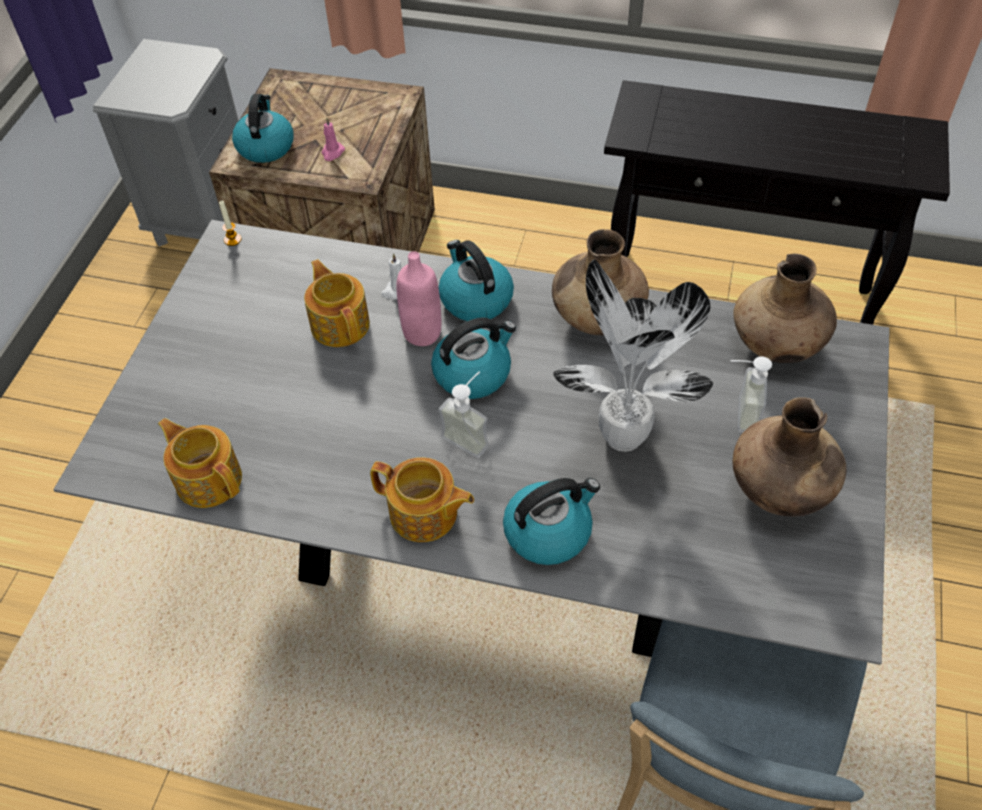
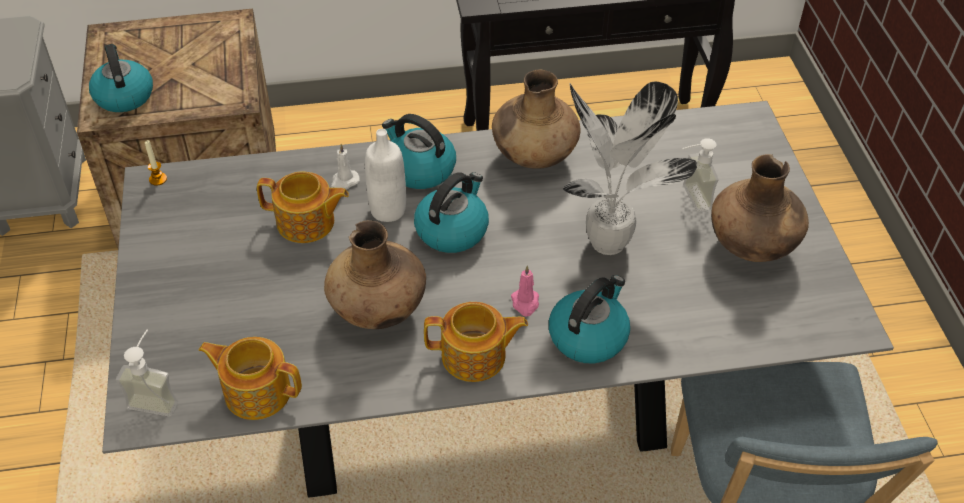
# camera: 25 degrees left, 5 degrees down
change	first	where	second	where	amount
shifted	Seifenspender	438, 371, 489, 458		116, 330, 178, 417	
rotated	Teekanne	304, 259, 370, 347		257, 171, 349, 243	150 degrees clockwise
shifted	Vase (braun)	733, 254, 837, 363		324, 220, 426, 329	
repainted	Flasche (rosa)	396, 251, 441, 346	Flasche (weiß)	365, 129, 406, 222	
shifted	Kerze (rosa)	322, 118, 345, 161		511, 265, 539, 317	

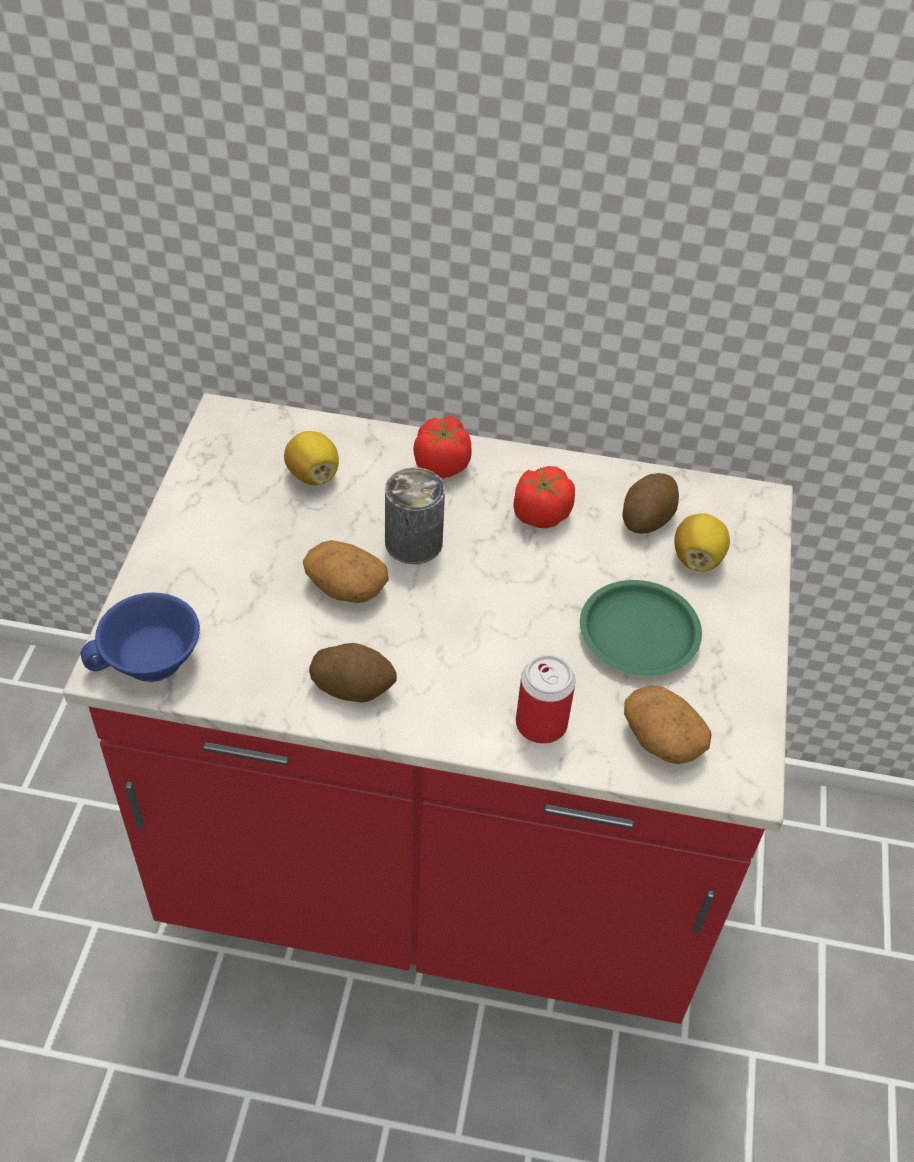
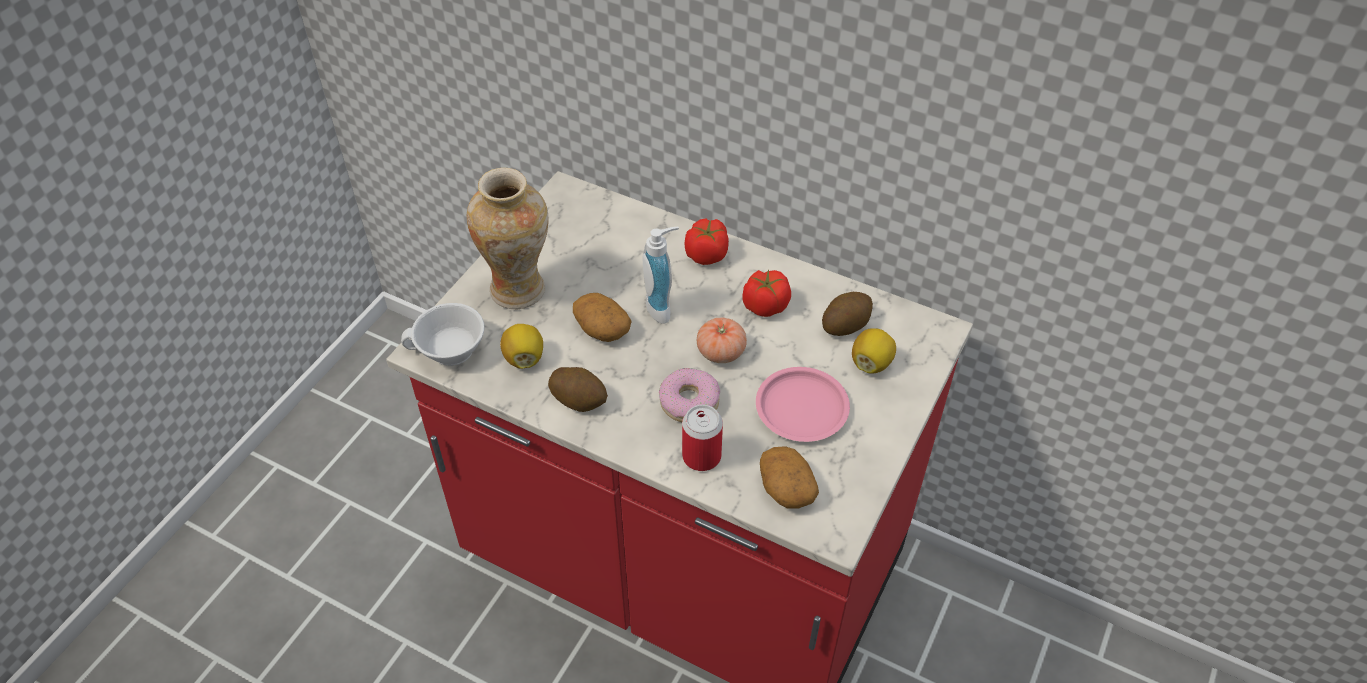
# camera: 20 degrees right, 0 degrees up
change	first	where	second	where	amount
repainted	Tasse (blau)	81, 592, 200, 682	Tasse (weiß)	401, 303, 485, 366	
new			Vase	467, 168, 549, 309	
shifted	Zitrone	284, 431, 339, 485		500, 324, 543, 369	
swapped	Dose	385, 467, 445, 564	Seifenspender	643, 227, 679, 324	
new			Donut	659, 368, 720, 422	
new			Tomate	697, 318, 747, 363	
repainted	Teller (grün)	580, 580, 702, 676	Teller (rosa)	756, 367, 850, 442	

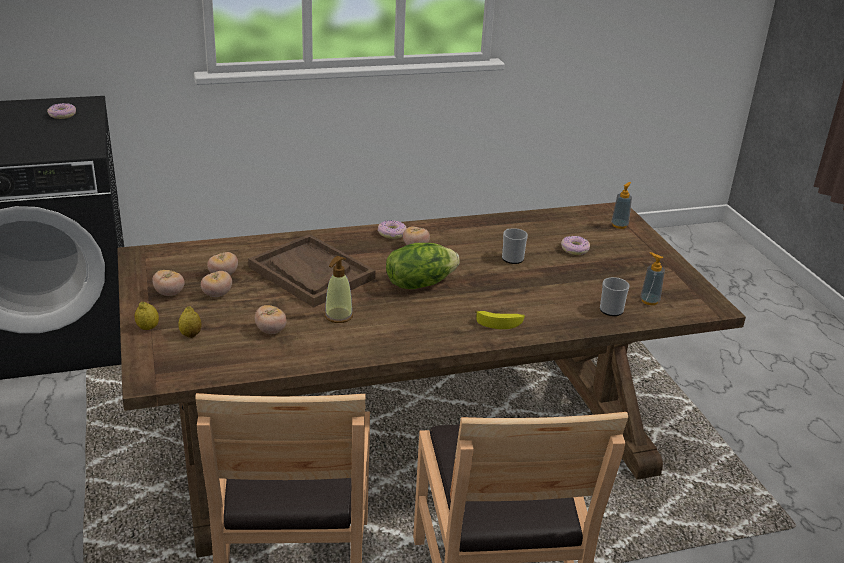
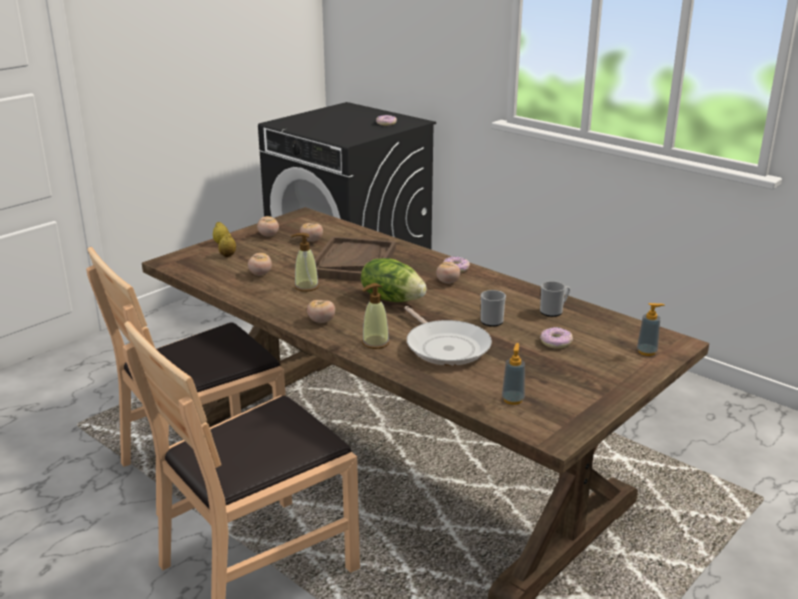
# camera: 60 degrees right, 5 degrees down
change	first	where	second	where	amount
shifted	Tomate	201, 271, 232, 297		307, 300, 335, 323	
swapped	Banane	475, 310, 525, 329	Seifenspender	362, 283, 390, 349	
new			Pfanne	404, 306, 492, 366	
shifted	Henkelbecher	600, 277, 630, 316		540, 281, 570, 317	

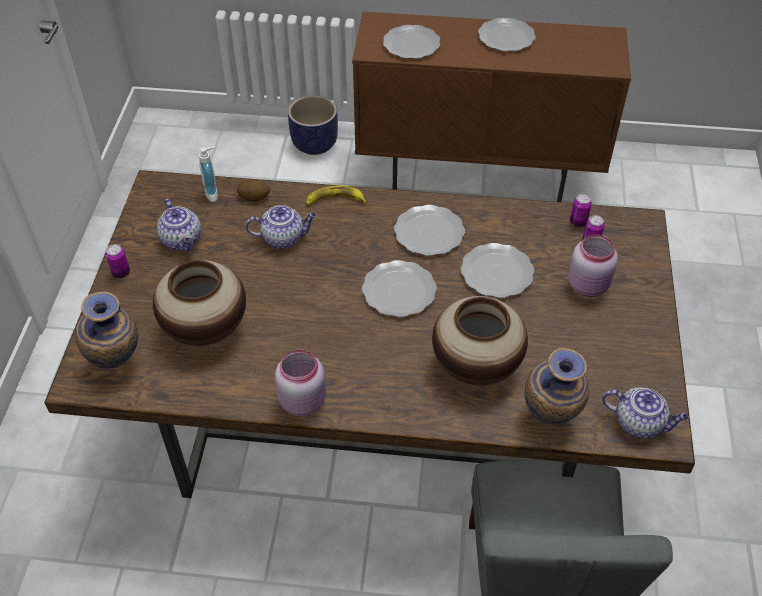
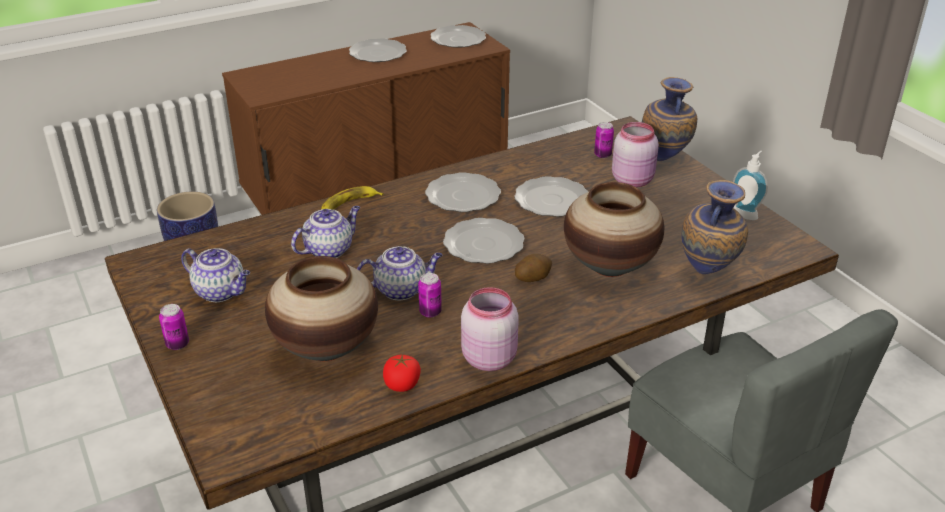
# camera: 35 degrees left, 15 degrees down
change	first	where	second	where	amount
shifted	Teekanne	602, 388, 689, 439		357, 246, 443, 300	
new			Tomate	383, 353, 421, 392	
shifted	Dose	570, 194, 592, 227		418, 273, 442, 318	
shifted	Teller	383, 25, 440, 59		430, 25, 486, 48	
shifted	Kartoffel	237, 179, 270, 201		515, 254, 552, 282	
shifted	Vase	75, 292, 138, 369		642, 77, 697, 161	
shifted	Seifenspender	199, 147, 218, 202		733, 151, 768, 220	

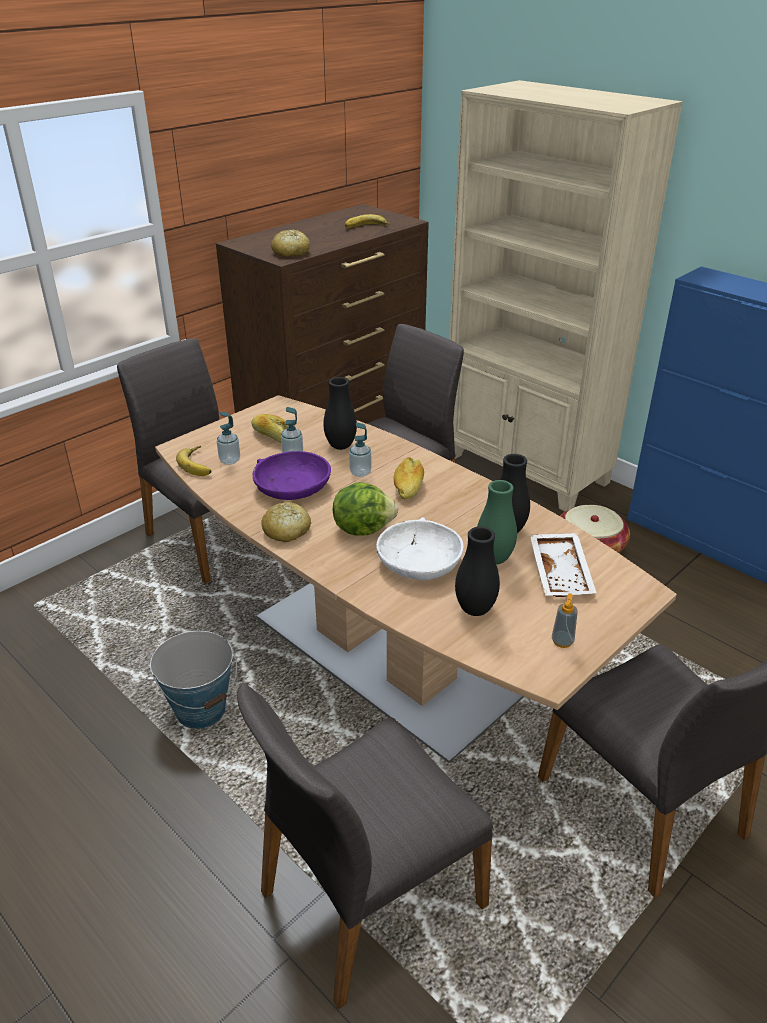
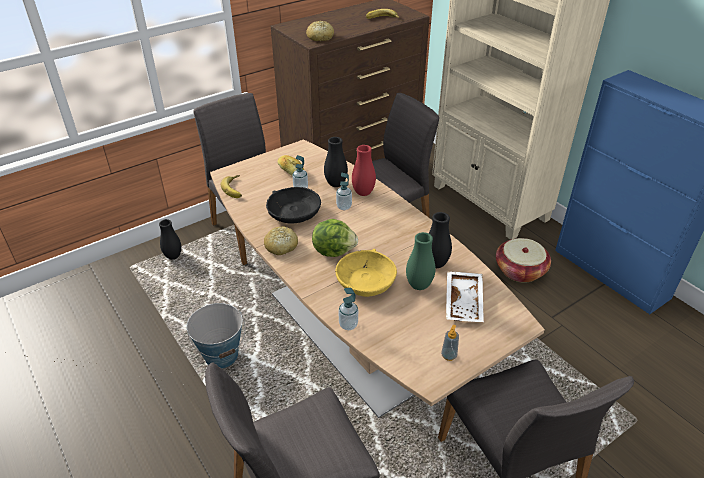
# camera: 10 degrees right, 5 degrees up
change	first	where	second	where	amount
shifted	Vase (schwarz)	455, 526, 500, 616		159, 219, 181, 260	
repainted	Schüssel (lila)	253, 451, 331, 500	Schüssel (schwarz)	266, 187, 321, 224	
repainted	Schüssel (weiß)	376, 517, 464, 581	Schüssel (gelb)	335, 249, 397, 297	
shifted	Seifenspender	217, 412, 240, 465		338, 288, 358, 330	
new			Vase (rot)	352, 145, 376, 196	
gone	Brot	394, 457, 424, 500			

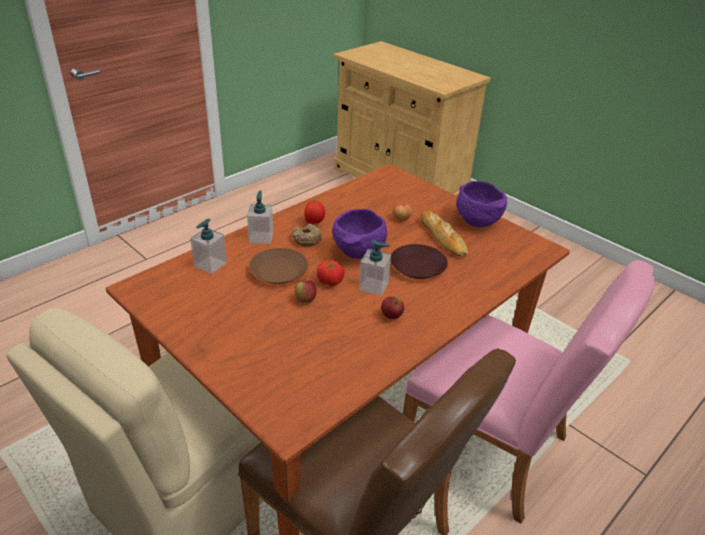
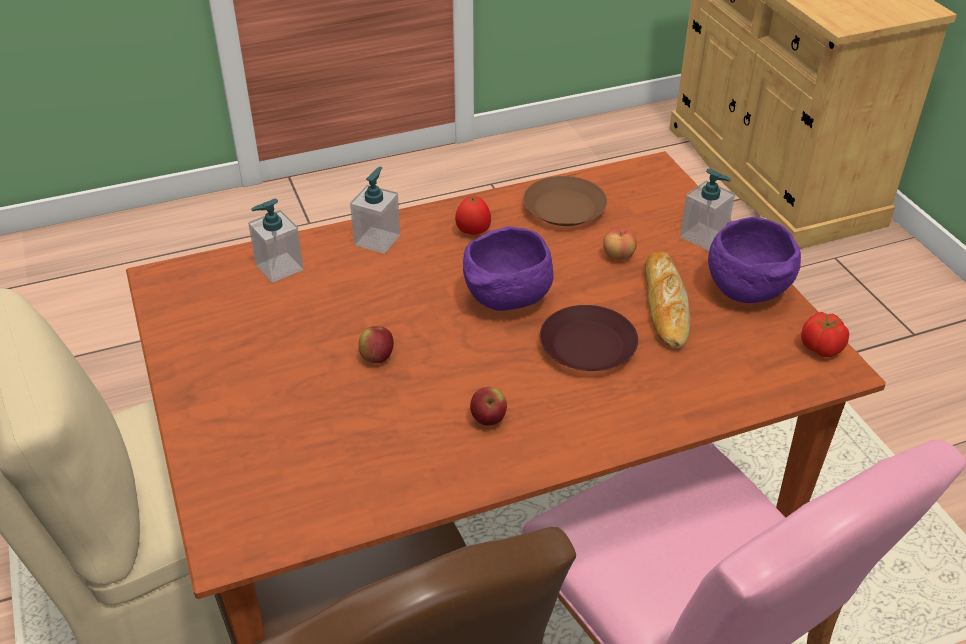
# camera: 25 degrees right, 5 degrees up
change	first	where	second	where	amount
shifted	Teller (braun)	249, 248, 308, 284		523, 176, 607, 226	
shifted	Seifenspender	359, 241, 391, 296		680, 168, 735, 251	
shifted	Tomate	317, 259, 344, 286		801, 312, 849, 357	
gone	Donut	292, 224, 322, 246			

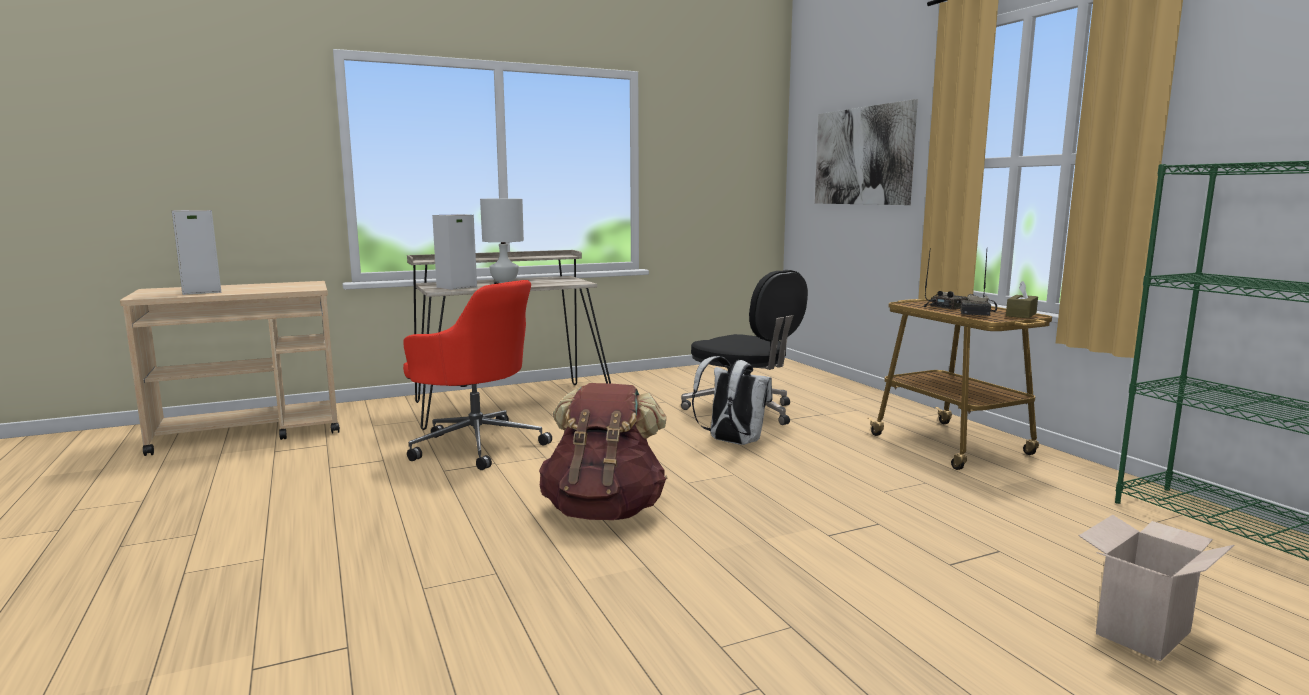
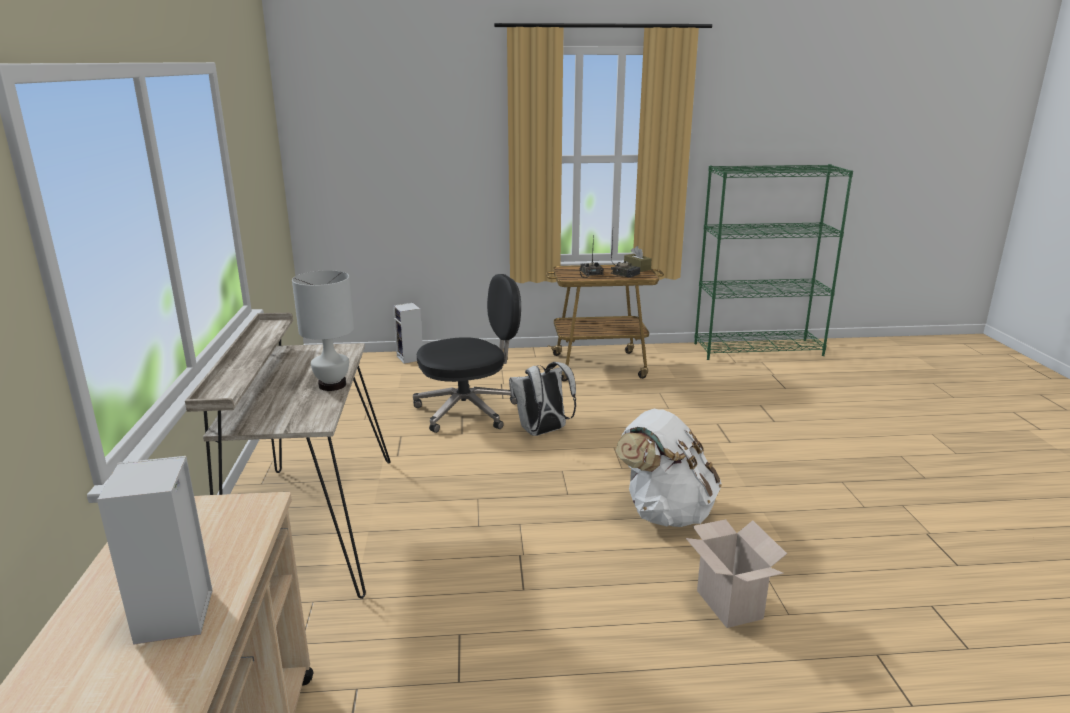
# camera: 70 degrees left, 10 degrees up
change	first	where	second	where	amount
shifted	Lautsprecher	432, 214, 477, 290		393, 303, 423, 364	
repainted	Rucksack (braun)	539, 383, 667, 520	Rucksack (weiß)	616, 409, 721, 527	
shifted	Karton	1079, 515, 1235, 662		686, 519, 787, 628	
gone	Bürostuhl (rot)	403, 280, 552, 470			
gone	Bild	815, 99, 918, 205			

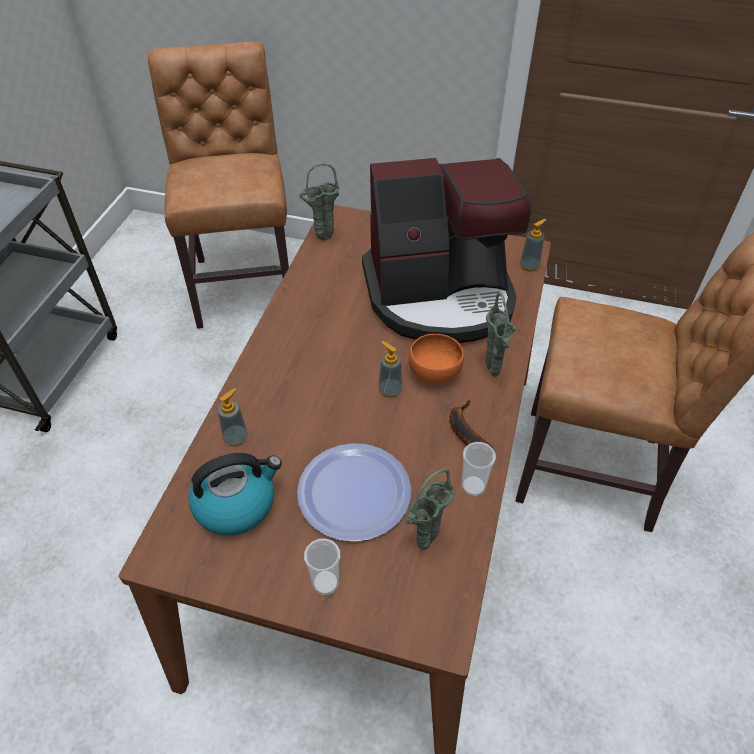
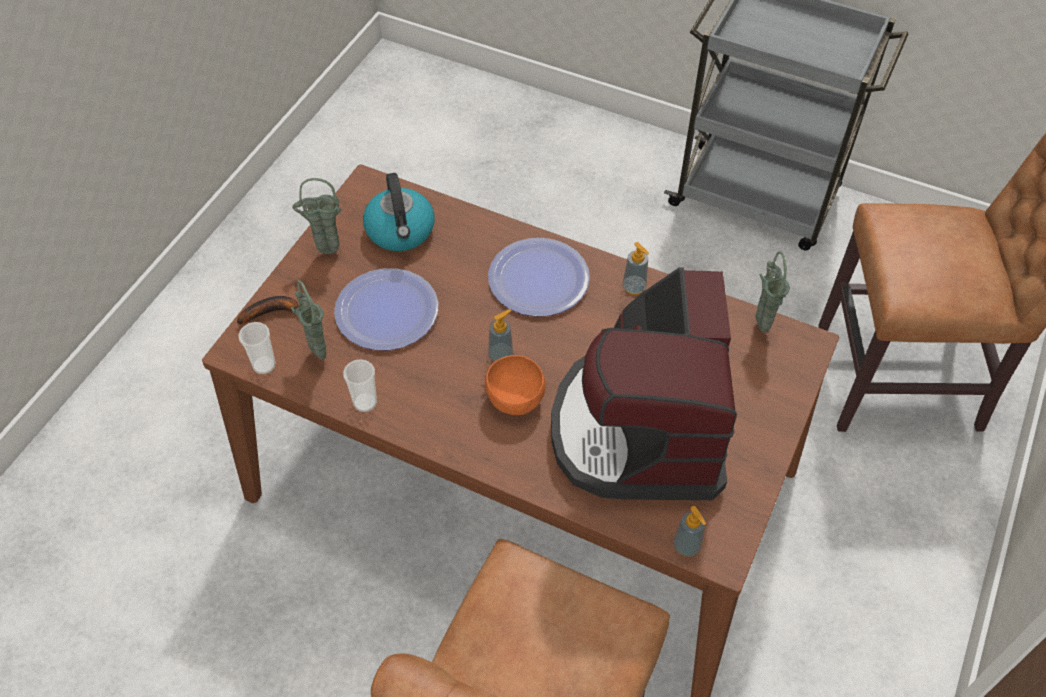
# camera: 100 degrees right, 5 degrees up
change	first	where	second	where	amount
shifted	Banane	450, 400, 494, 449		237, 296, 298, 324	
shifted	Tasse	304, 539, 340, 595		238, 322, 276, 374	
shifted	Vase (grün)	485, 292, 516, 377		292, 178, 342, 254	
new			Teller	488, 238, 590, 317	
shifted	Seifenspender	217, 388, 248, 446		622, 242, 649, 295	

